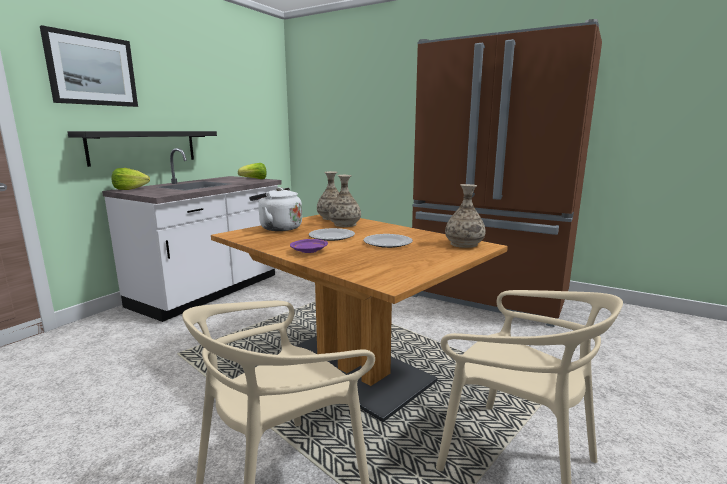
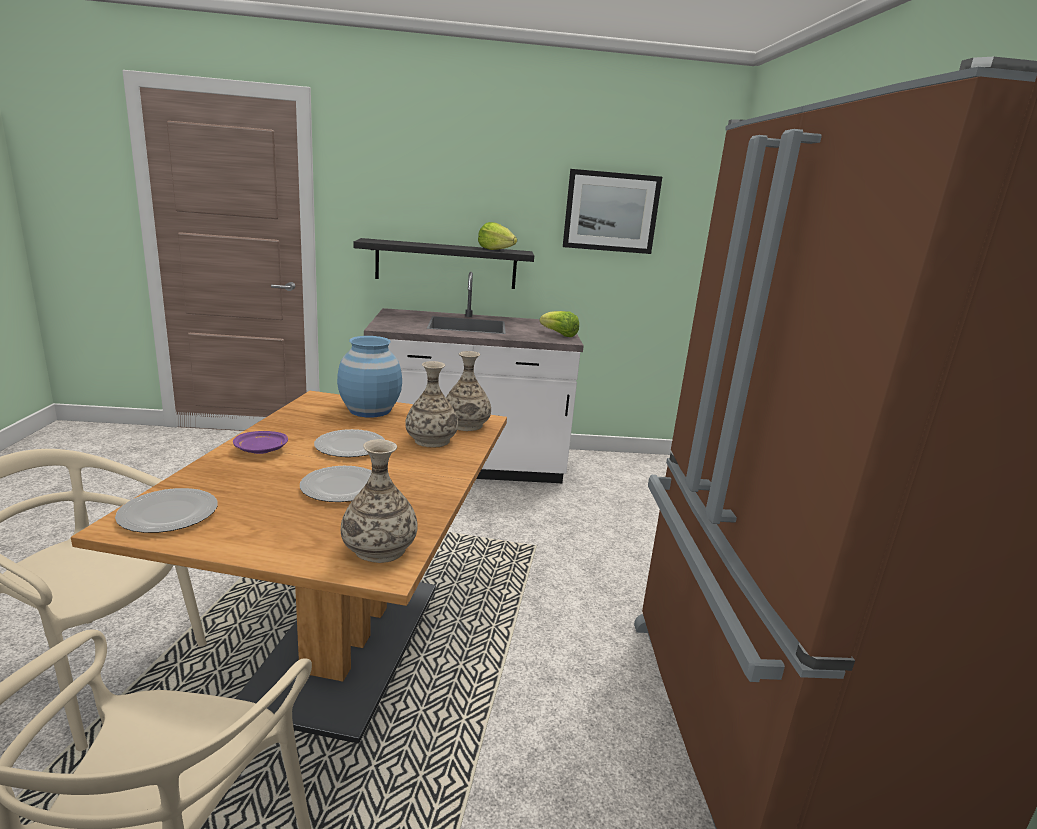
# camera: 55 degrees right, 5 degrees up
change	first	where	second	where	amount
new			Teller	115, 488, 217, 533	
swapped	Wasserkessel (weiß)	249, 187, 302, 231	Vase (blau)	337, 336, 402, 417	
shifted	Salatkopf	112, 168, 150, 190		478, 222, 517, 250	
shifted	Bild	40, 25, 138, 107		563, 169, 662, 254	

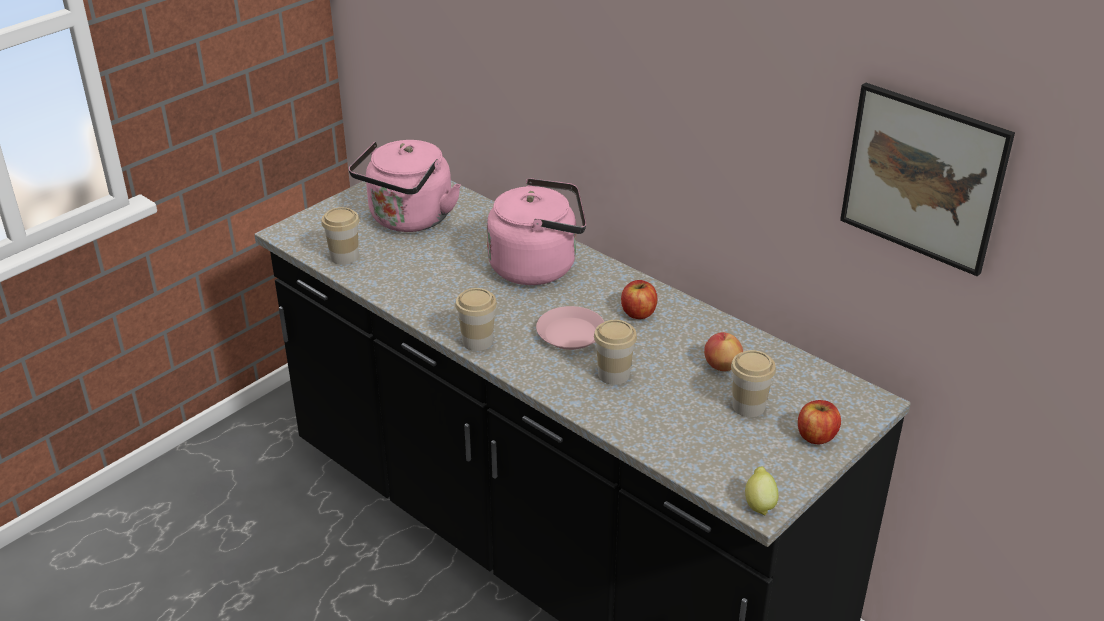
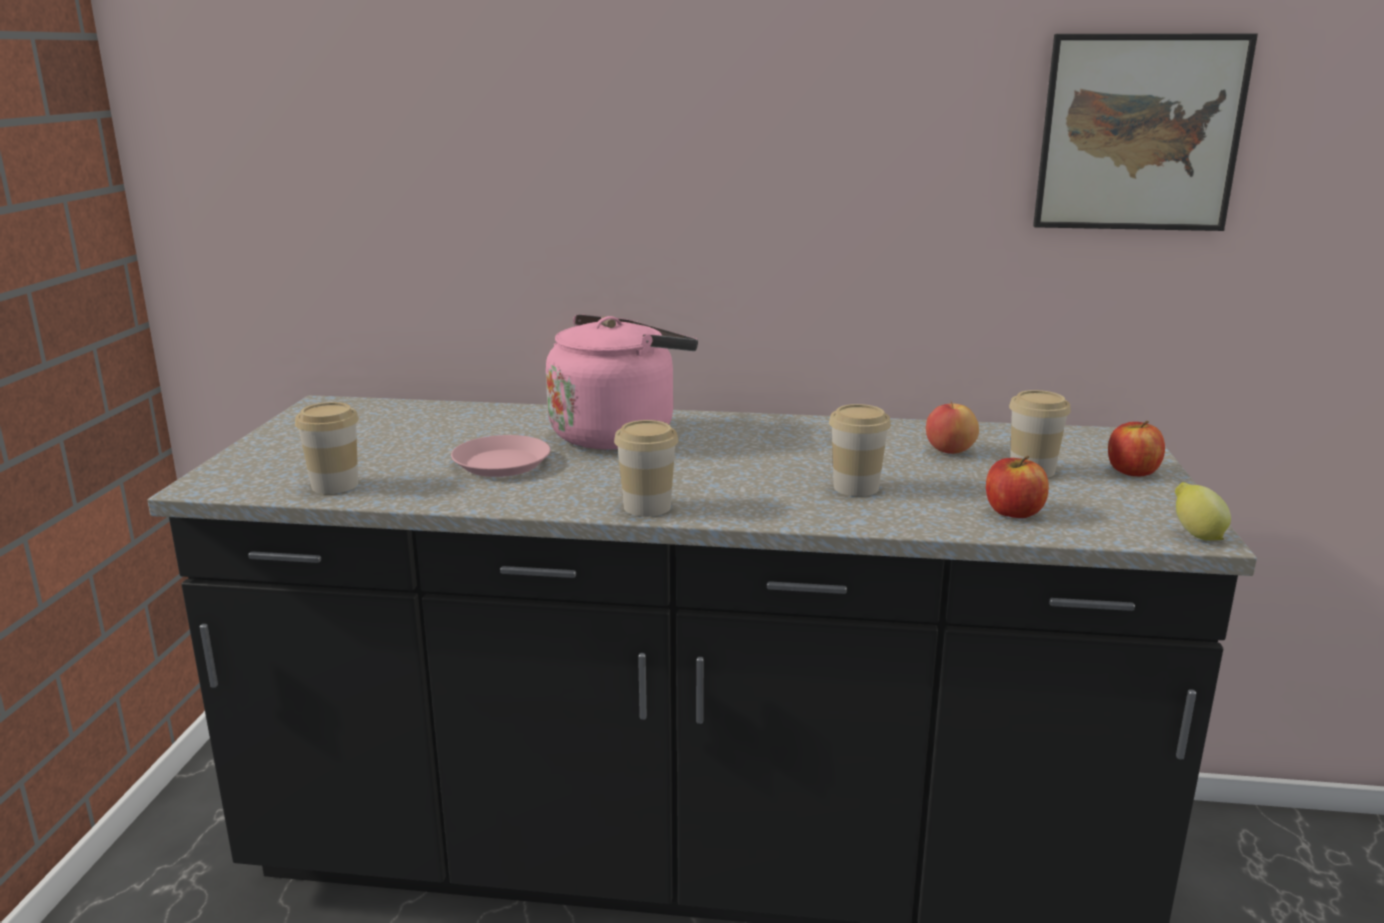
# camera: 35 degrees left, 15 degrees down
change	first	where	second	where	amount
shifted	Teller (rosa)	536, 306, 604, 350		451, 435, 551, 477	
shifted	Apfel	621, 280, 657, 319		986, 456, 1049, 518	
gone	Wasserkessel (rosa)	349, 140, 461, 232			

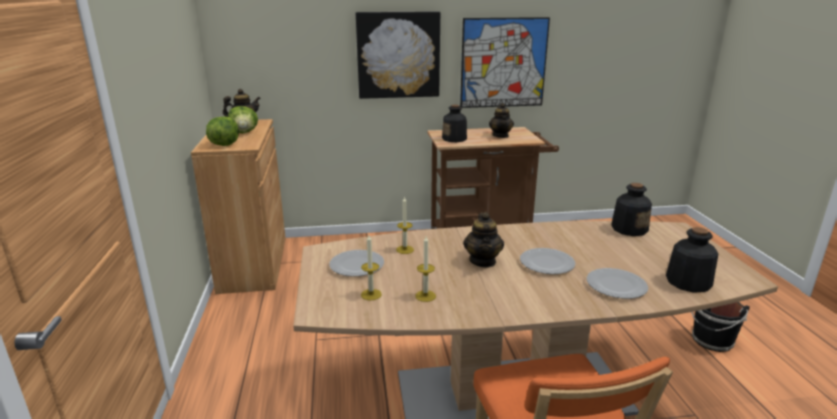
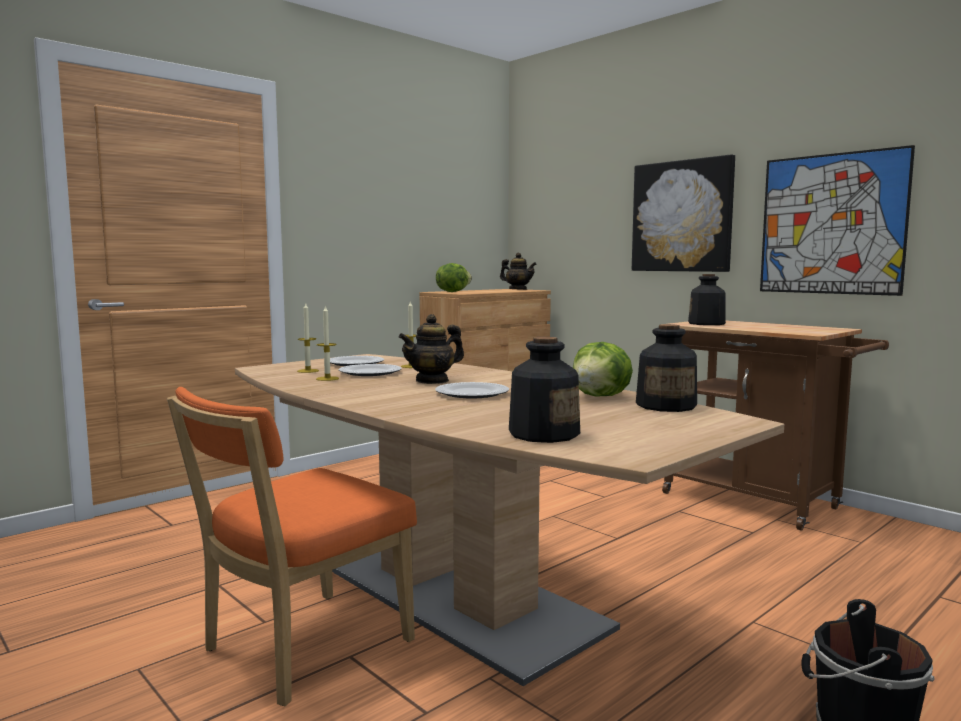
# camera: 55 degrees right, 15 degrees down
change	first	where	second	where	amount
shifted	Teller	587, 268, 648, 299		339, 364, 402, 376	
shifted	Salatkopf	228, 106, 258, 133		573, 342, 633, 397	
gone	Teekanne	489, 103, 514, 138			

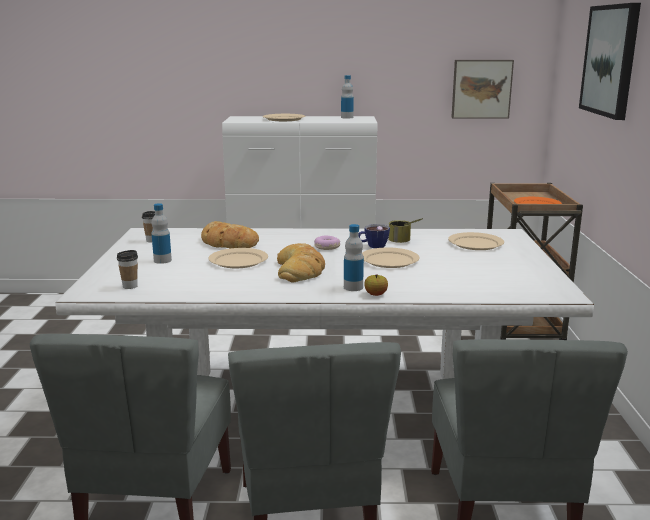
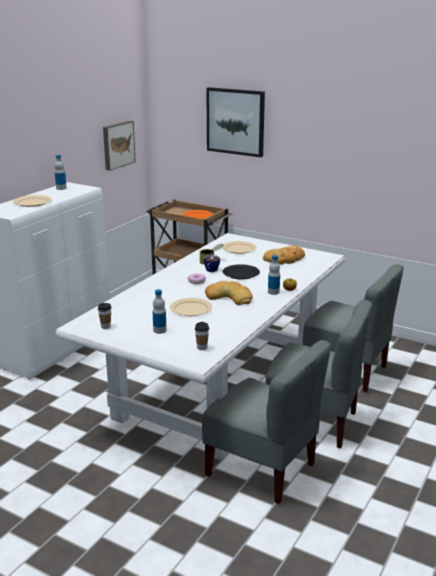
# camera: 60 degrees left, 5 degrees up
change	first	where	second	where	amount
repainted	Teller (beige)	362, 247, 420, 268	Teller (schwarz)	223, 264, 260, 279	
shifted	Brot	201, 221, 259, 248		263, 246, 305, 264	

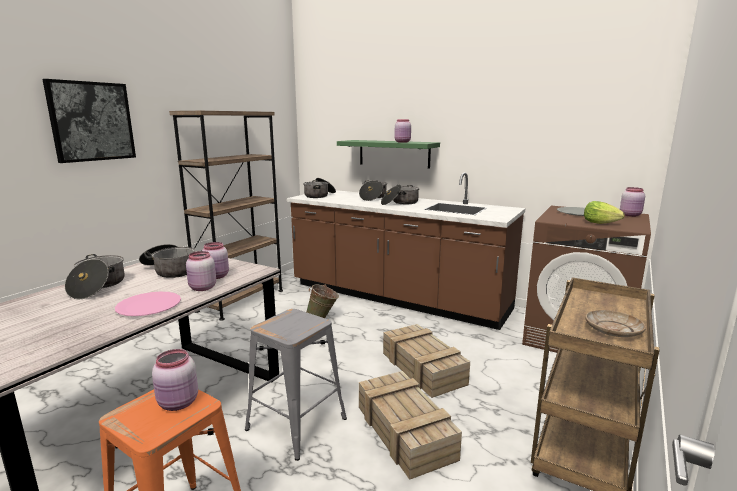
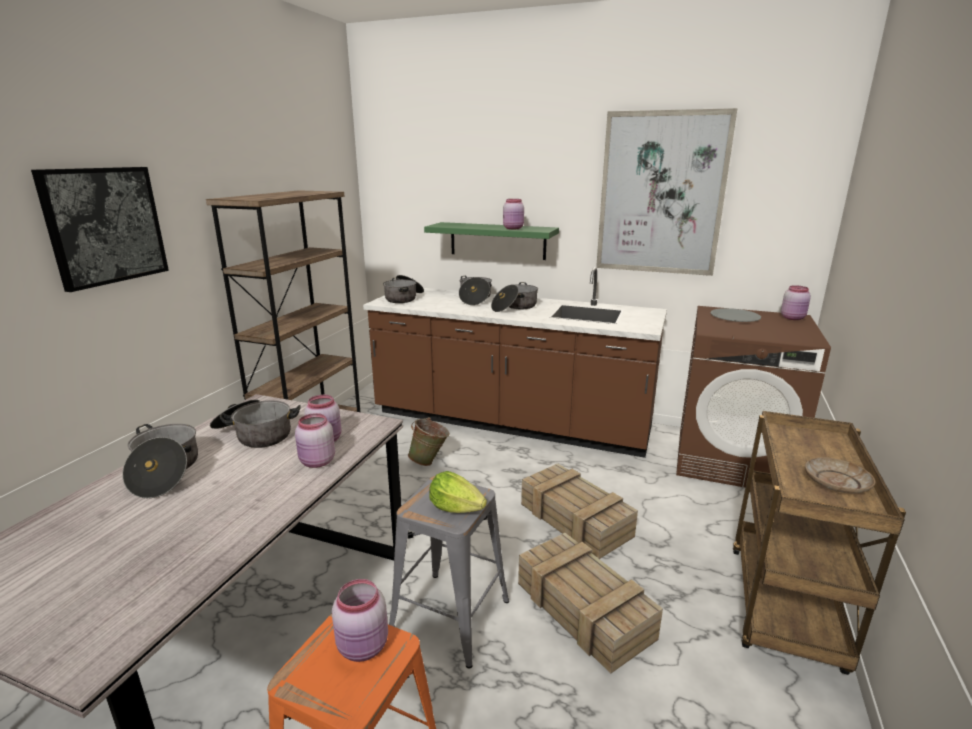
# camera: 10 degrees left, 5 degrees up
change	first	where	second	where	amount
shifted	Salatkopf	584, 201, 625, 224		429, 471, 487, 513	
new			Bild	596, 108, 738, 276	
gone	Teller (rosa)	115, 292, 181, 316			

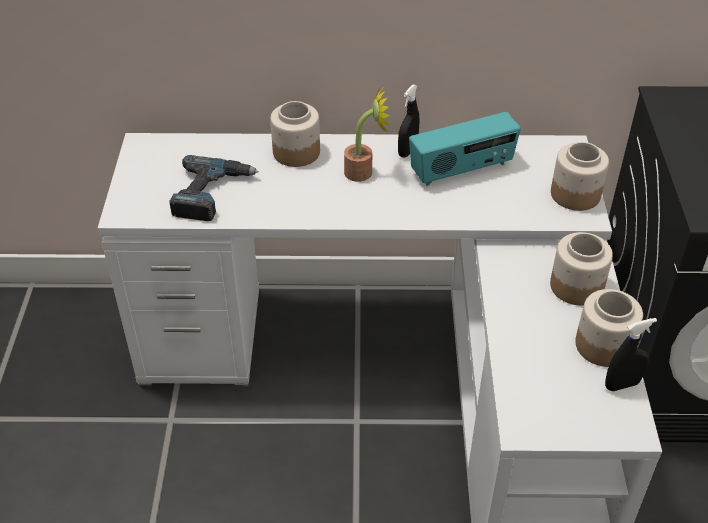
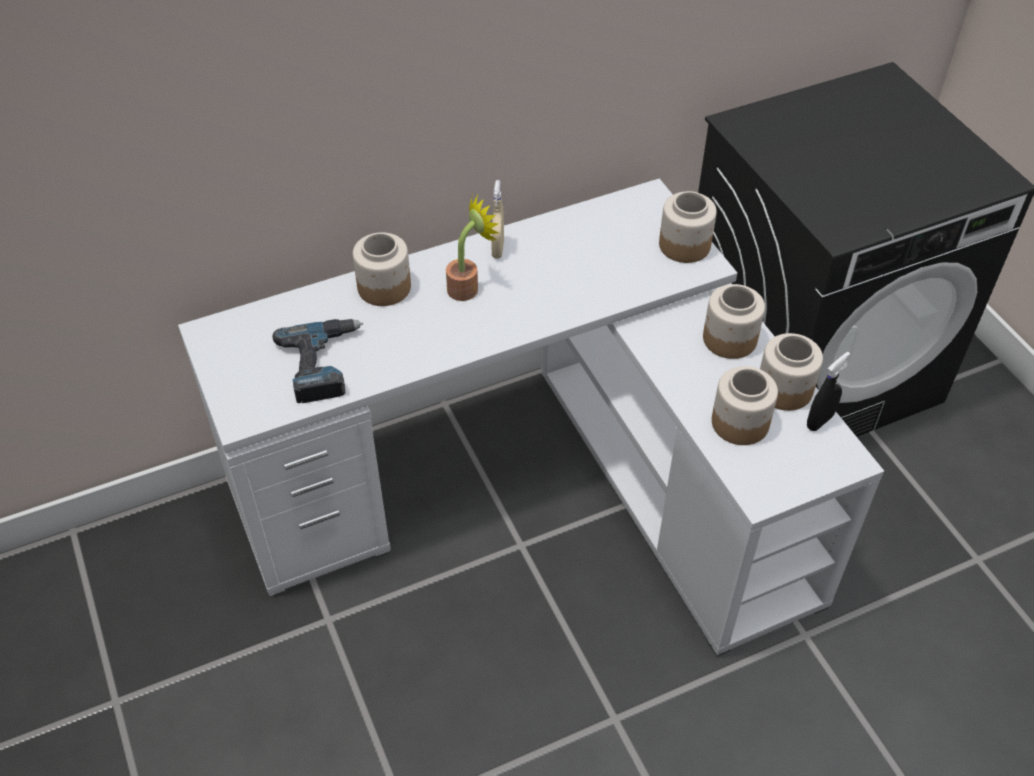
# camera: 25 degrees left, 5 degrees up
change	first	where	second	where	amount
repainted	Sprühflasche (schwarz)	398, 85, 420, 158	Sprühflasche (beige)	491, 180, 504, 259	
new			Vorratsglas	712, 366, 778, 445	
gone	Radio	409, 112, 521, 186			

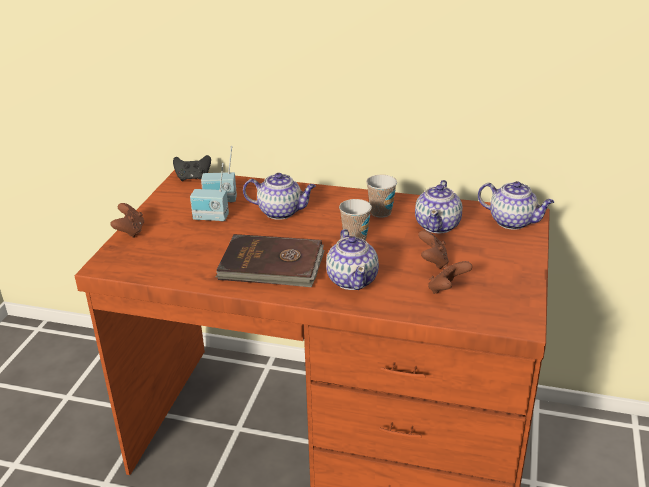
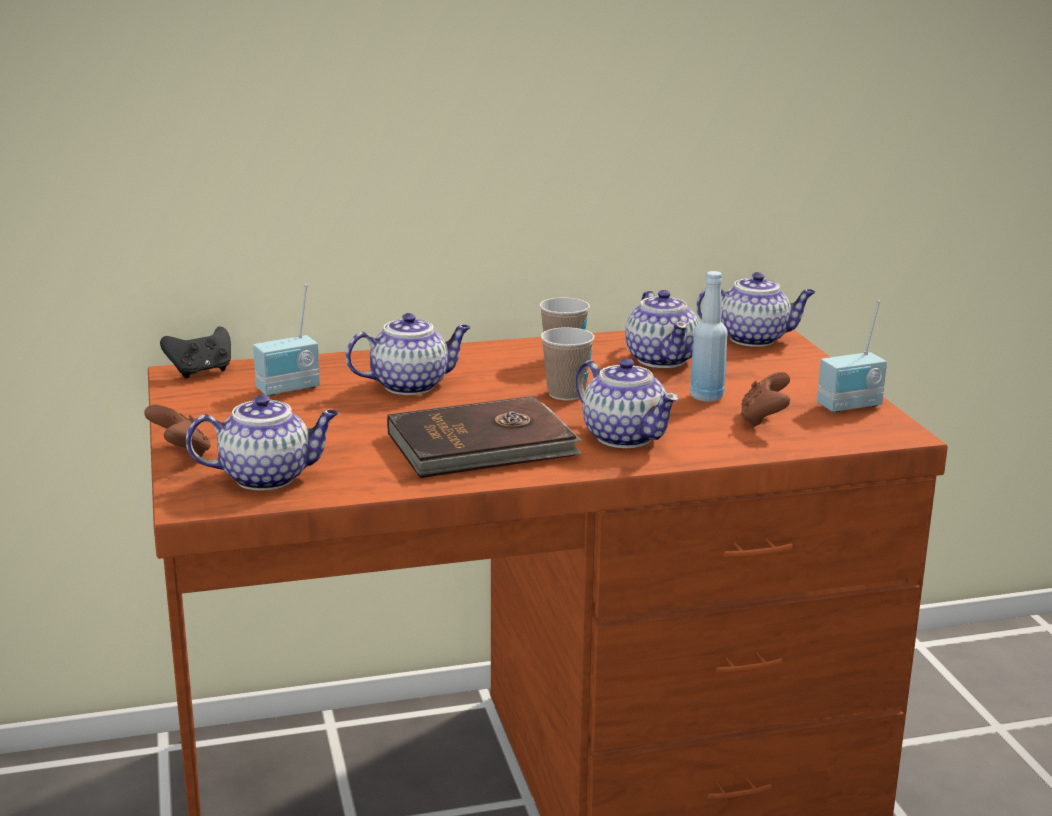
# camera: 30 degrees left, 10 degrees down
change	first	where	second	where	amount
new			Teekanne	186, 395, 339, 490	
swapped	Gamepad (braun)	418, 230, 449, 269	Flasche (blau)	690, 271, 728, 402	
shifted	Radio	190, 163, 229, 221		817, 301, 887, 413	

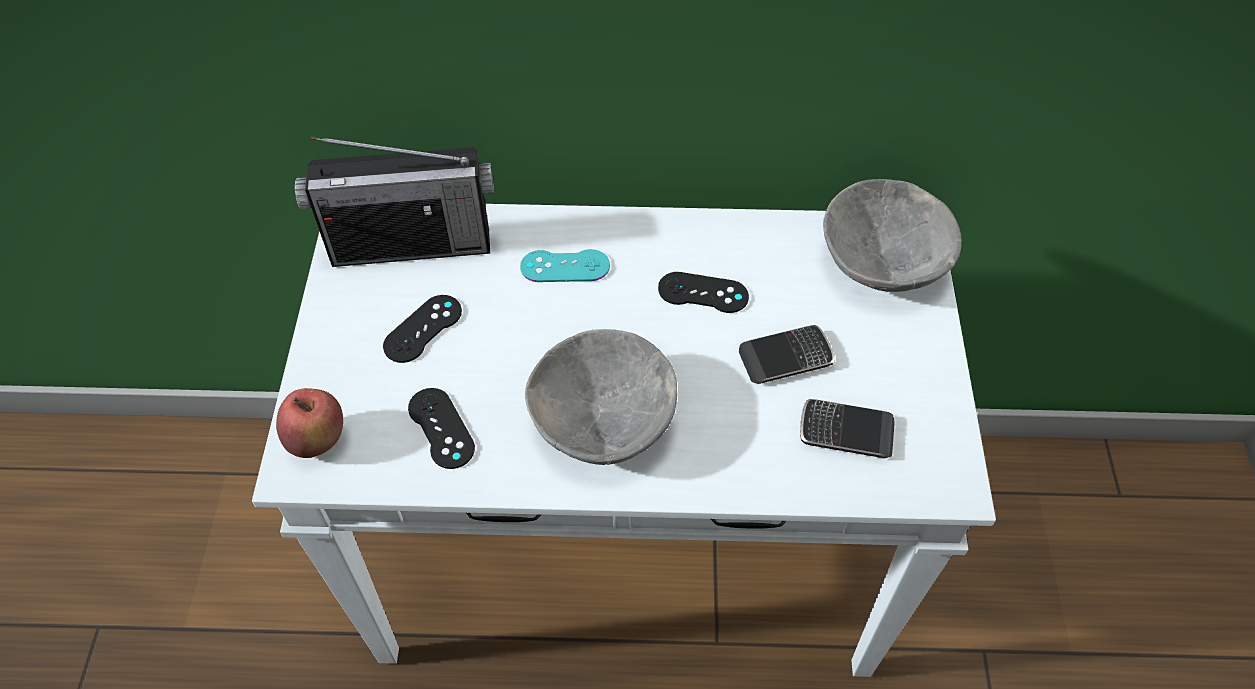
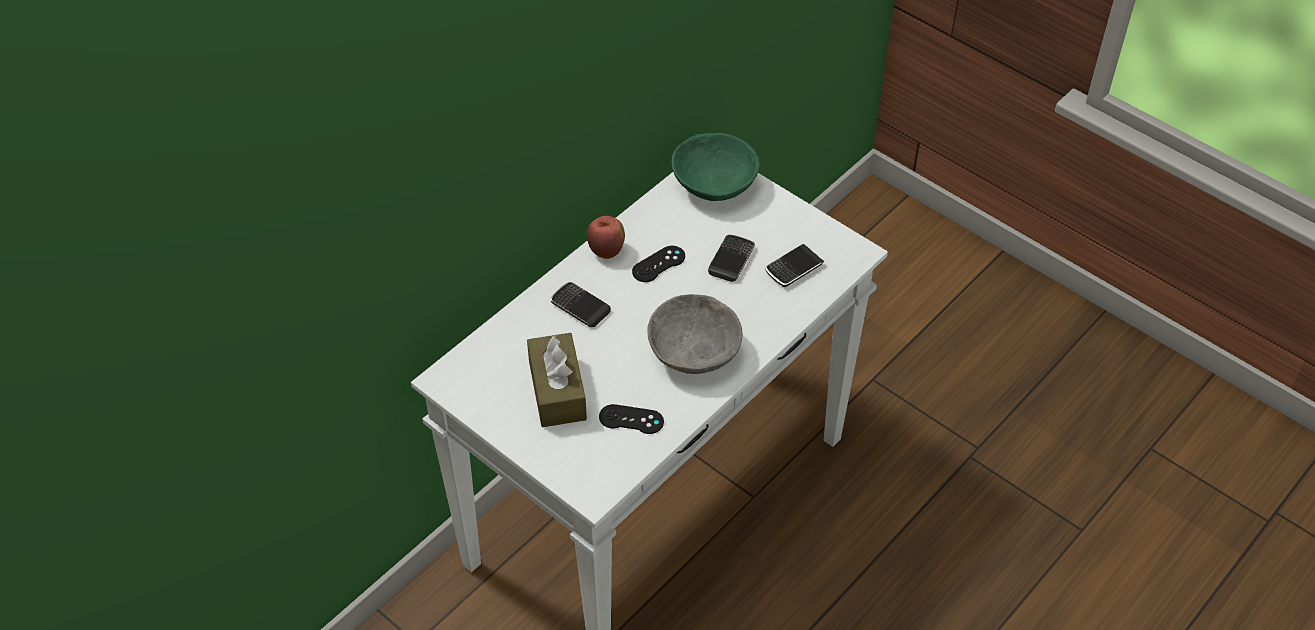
# camera: 50 degrees left, 5 degrees down
change	first	where	second	where	amount
swapped	Gamepad (schwarz)	383, 295, 462, 363	Taschentuchbox (braun)	527, 333, 587, 427	
swapped	Gamepad (türkis)	520, 249, 610, 282	Handy	550, 282, 611, 327	
shifted	Apfel	276, 388, 343, 458		587, 216, 625, 259	
repainted	Schüssel (grau)	823, 179, 962, 292	Schüssel (grün)	672, 133, 760, 201	
gone	Radio	295, 137, 494, 267			

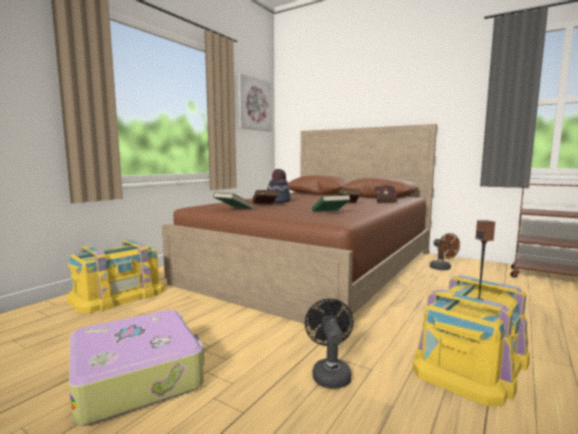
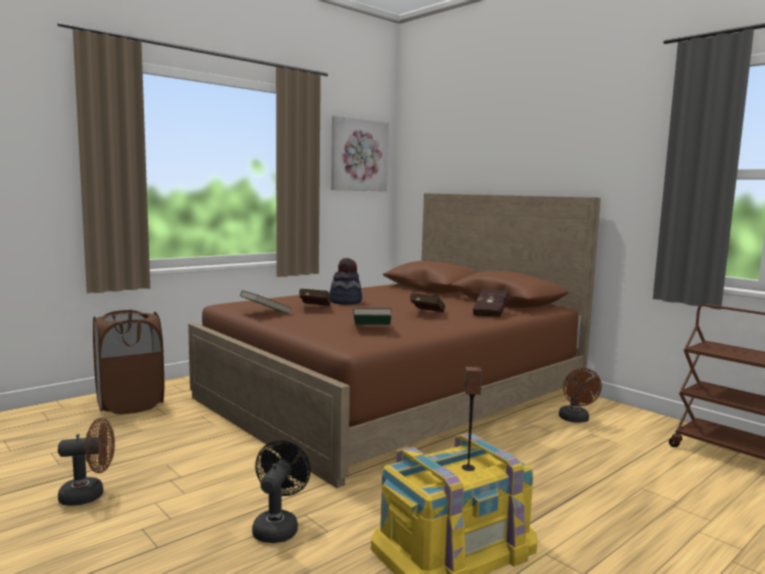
# camera: 15 degrees right, 0 degrees up
change	first	where	second	where	amount
swapped	Koffer	69, 310, 204, 426	Ventilator (braun)	58, 418, 115, 506	
swapped	Aufbewahrungsbox (gelb)	67, 239, 165, 313	Wäschekorb (braun)	93, 310, 164, 414	

